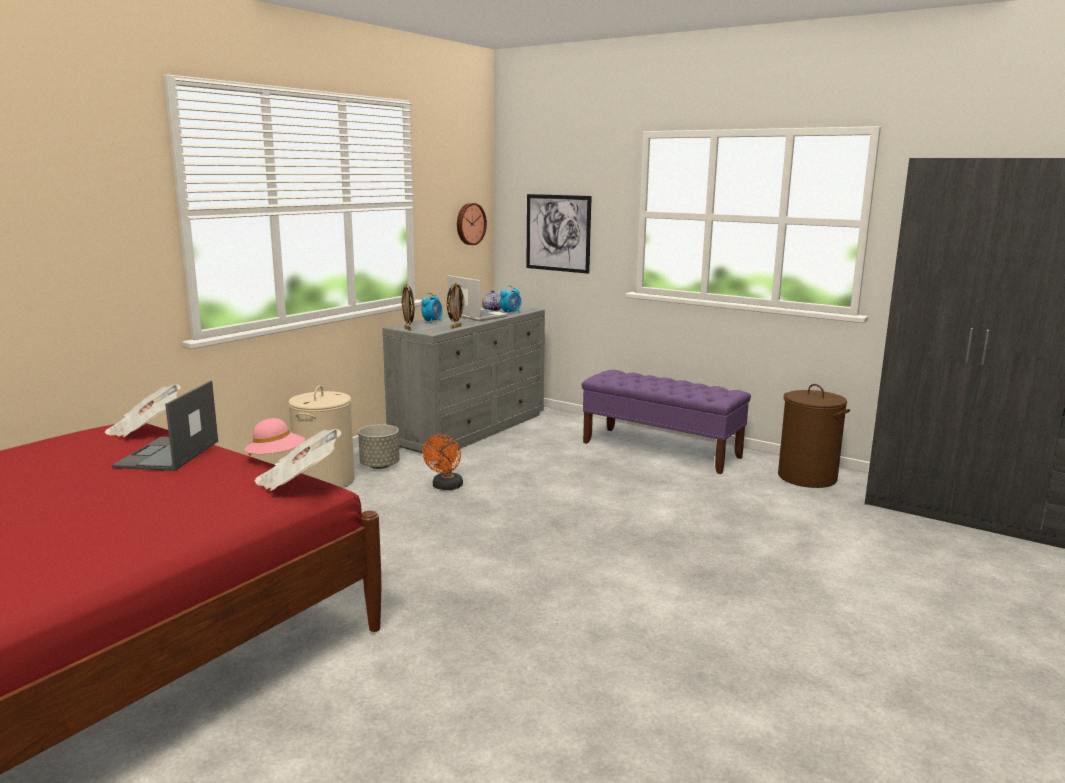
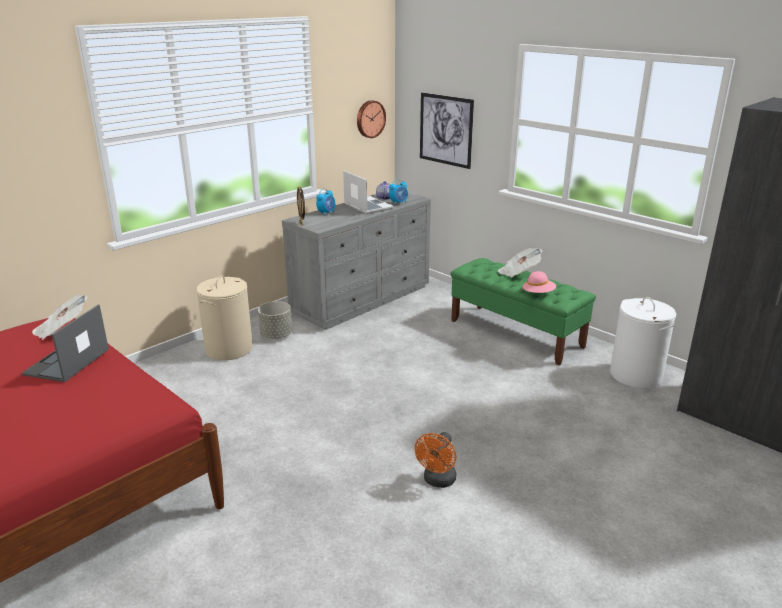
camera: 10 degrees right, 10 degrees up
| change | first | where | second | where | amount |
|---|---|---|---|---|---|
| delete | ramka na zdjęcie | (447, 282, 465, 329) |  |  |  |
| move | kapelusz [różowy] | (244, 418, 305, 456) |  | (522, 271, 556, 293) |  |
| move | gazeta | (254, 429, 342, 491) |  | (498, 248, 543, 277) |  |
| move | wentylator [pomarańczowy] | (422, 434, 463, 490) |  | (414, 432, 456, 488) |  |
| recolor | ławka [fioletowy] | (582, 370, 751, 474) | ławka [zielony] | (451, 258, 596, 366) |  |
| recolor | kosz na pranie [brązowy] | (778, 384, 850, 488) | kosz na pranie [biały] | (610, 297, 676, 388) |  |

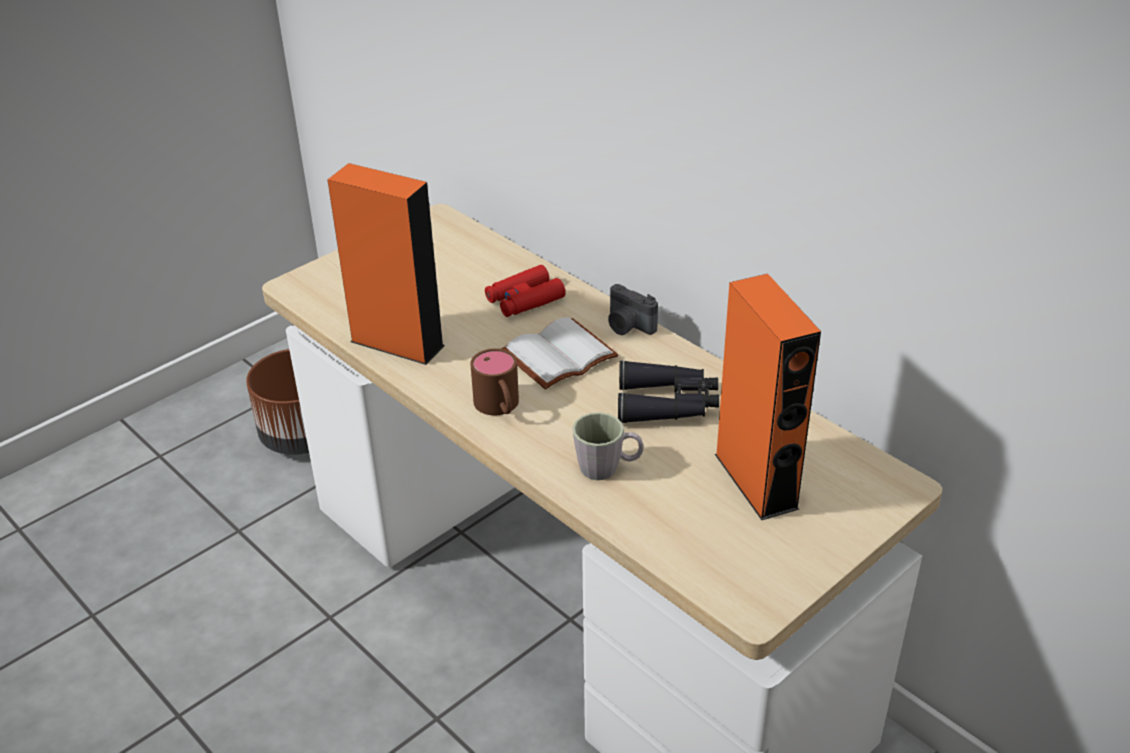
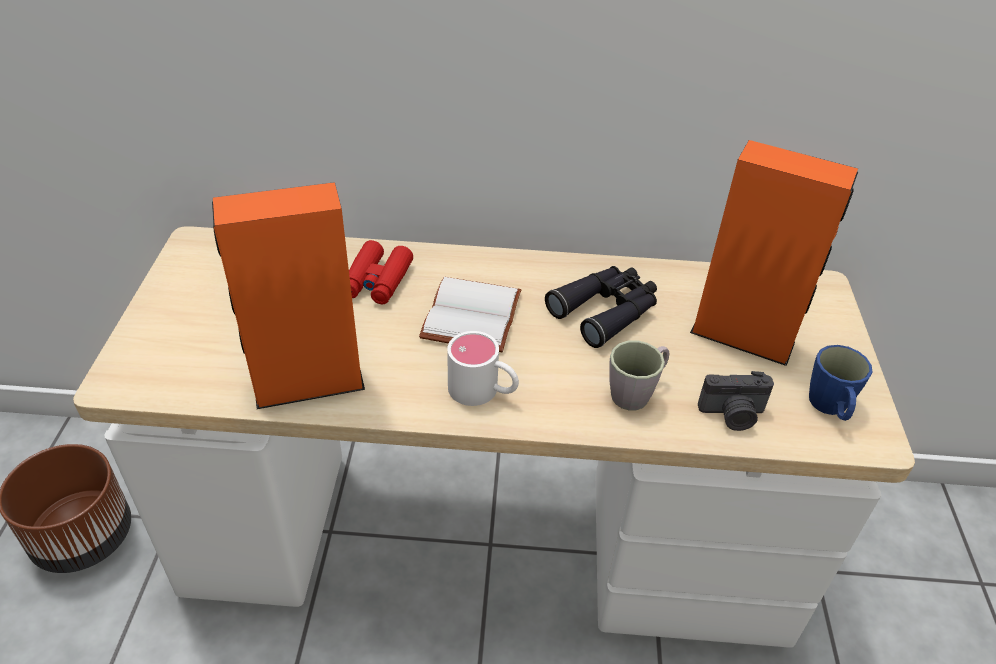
camera: 45 degrees left, 5 degrees up
| change | first | where | second | where | amount |
|---|---|---|---|---|---|
| insert |  |  | kubek [niebieski] | (809, 345, 872, 421) |  |
| move | aparat fotograficzny | (608, 284, 658, 335) |  | (698, 371, 774, 431) |  |
| recolor | kubek [brązowy] | (470, 348, 519, 415) | kubek [biały] | (447, 331, 519, 406) |  |

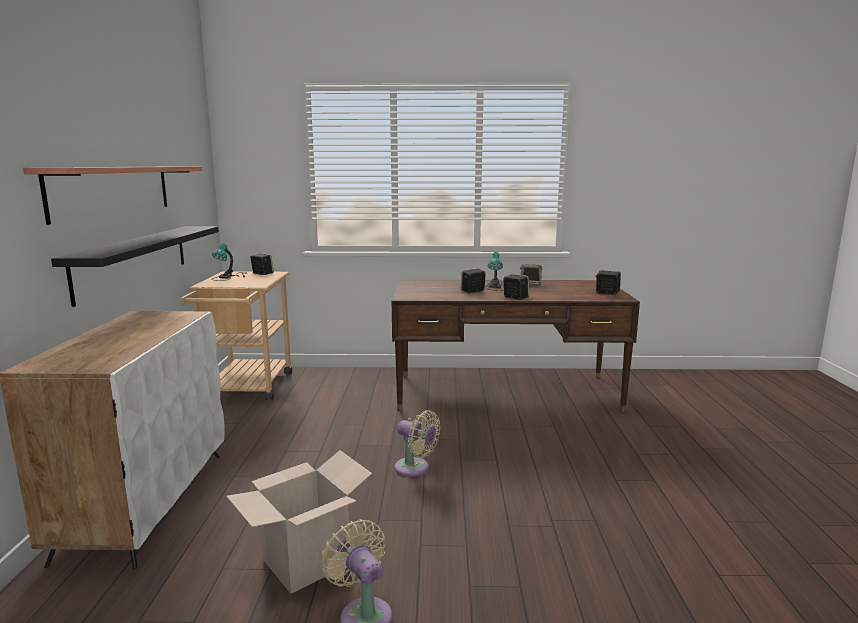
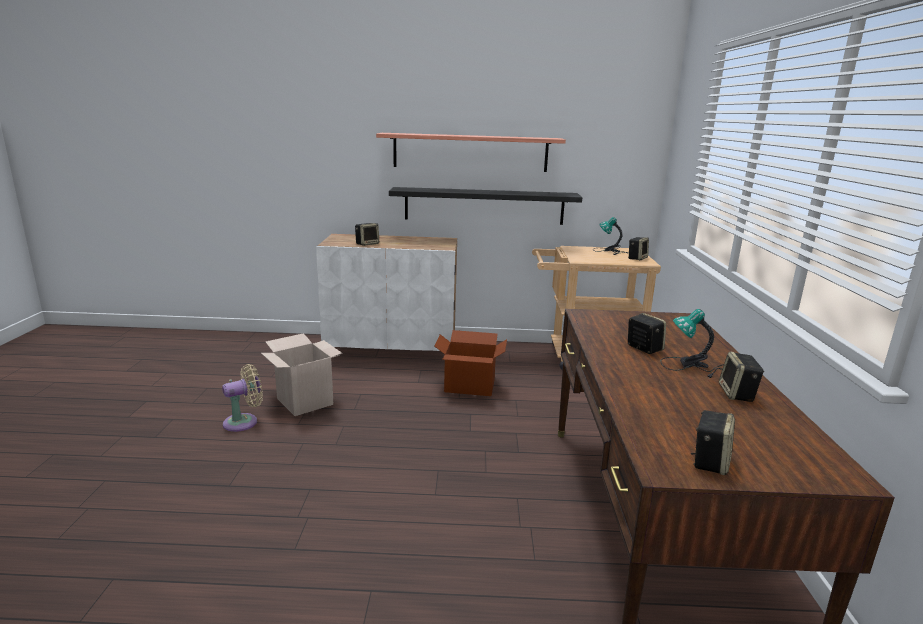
camera: 90 degrees right, 5 degrees up
| change | first | where | second | where | amount |
|---|---|---|---|---|---|
| delete | wentylator [beżowy] | (394, 410, 440, 477) |  |  |  |
| insert |  |  | karton | (435, 330, 507, 396) |  |
| move | głośnik | (504, 274, 529, 300) |  | (355, 223, 379, 246) |  |

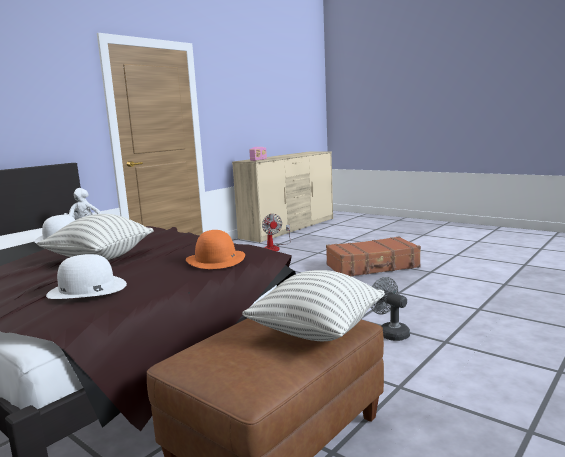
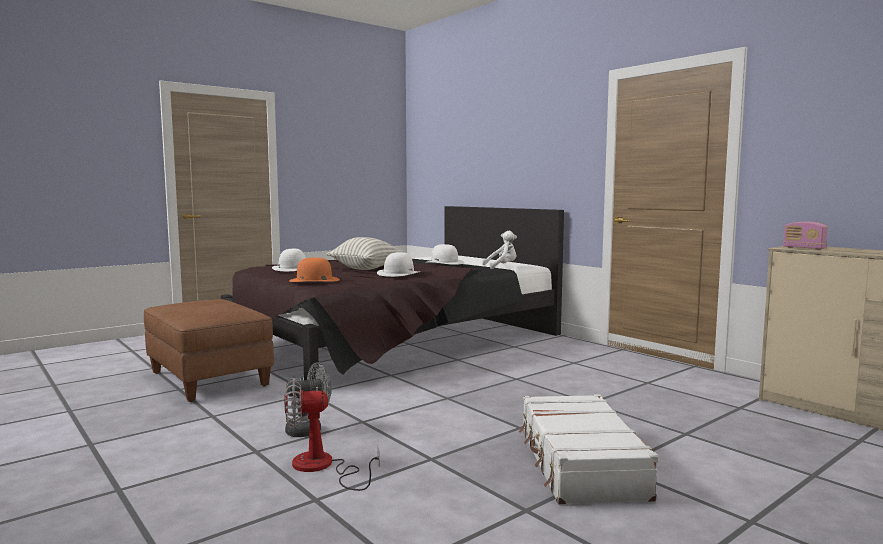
camera: 100 degrees right, 5 degrees down
| change | first | where | second | where | amount |
|---|---|---|---|---|---|
| delete | poduszka | (242, 270, 385, 341) |  |  |  |
| insert |  |  | kapelusz [biały] | (377, 252, 419, 277) |  |
| move | wentylator | (262, 214, 291, 251) |  | (285, 378, 379, 491) |  |
| recolor | walizka [brązowy] | (326, 237, 421, 277) | walizka [biały] | (519, 394, 659, 504) |  |

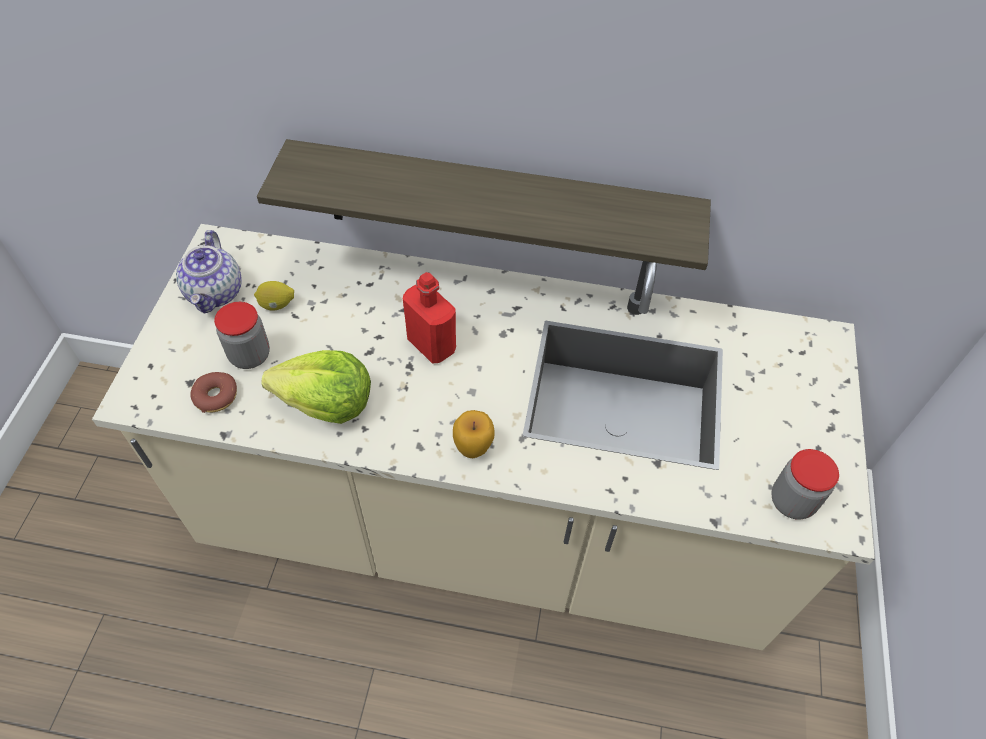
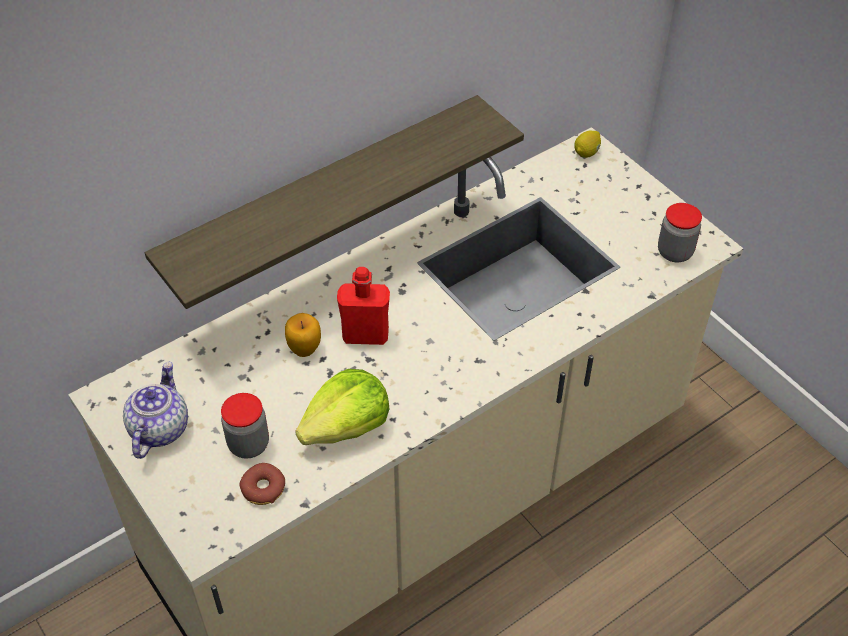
camera: 45 degrees left, 5 degrees down
| change | first | where | second | where | amount |
|---|---|---|---|---|---|
| move | cytryna | (254, 281, 294, 311) |  | (574, 130, 601, 158) |  |
| move | jabłko | (453, 410, 495, 458) |  | (285, 313, 321, 357) |  |
| rotate | imbryk | (176, 230, 242, 313) |  | (123, 362, 188, 459) | 120 degrees counterclockwise |

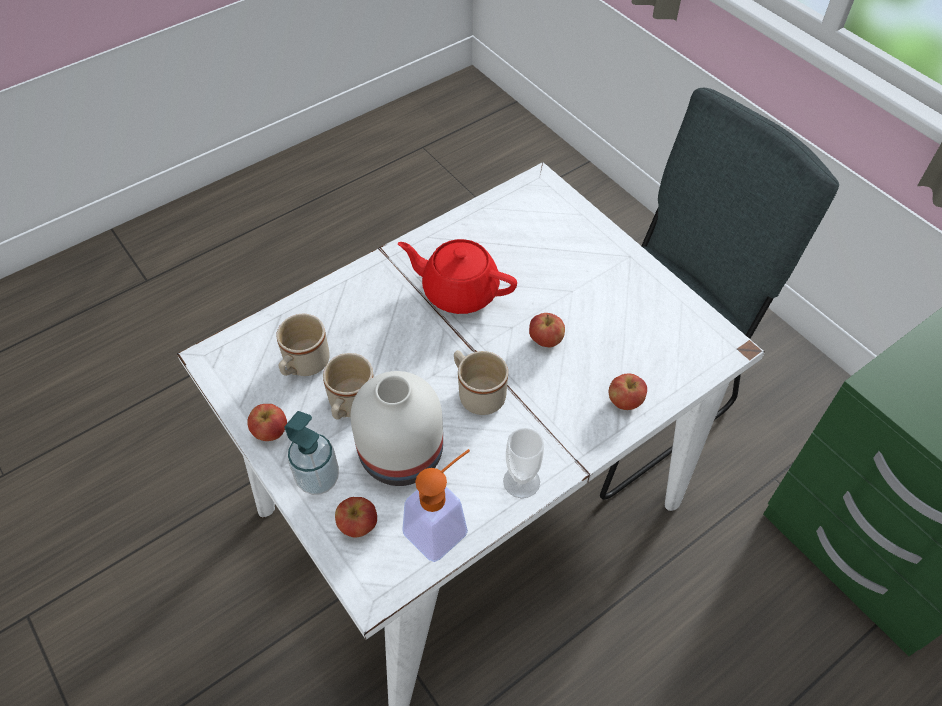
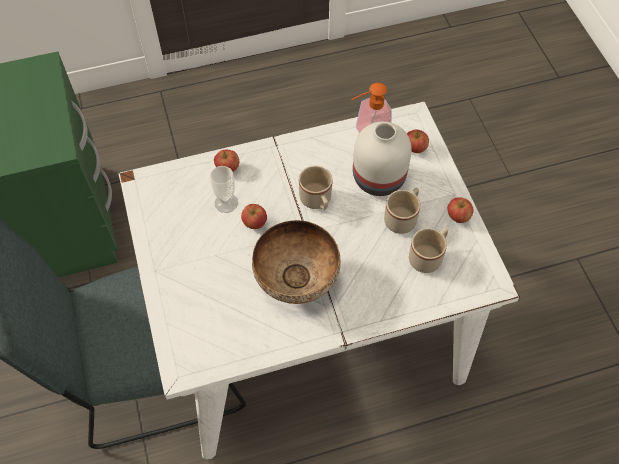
camera: 160 degrees left, 5 degrees up
| change | first | where | second | where | amount |
|---|---|---|---|---|---|
| delete | dozownik mydła | (285, 411, 339, 495) |  |  |  |
| move | filiżanka | (503, 428, 544, 499) |  | (210, 166, 238, 213) |  |
| replace | imbryk [czerwony] | (398, 239, 517, 314) | miska | (252, 220, 341, 304) |  |

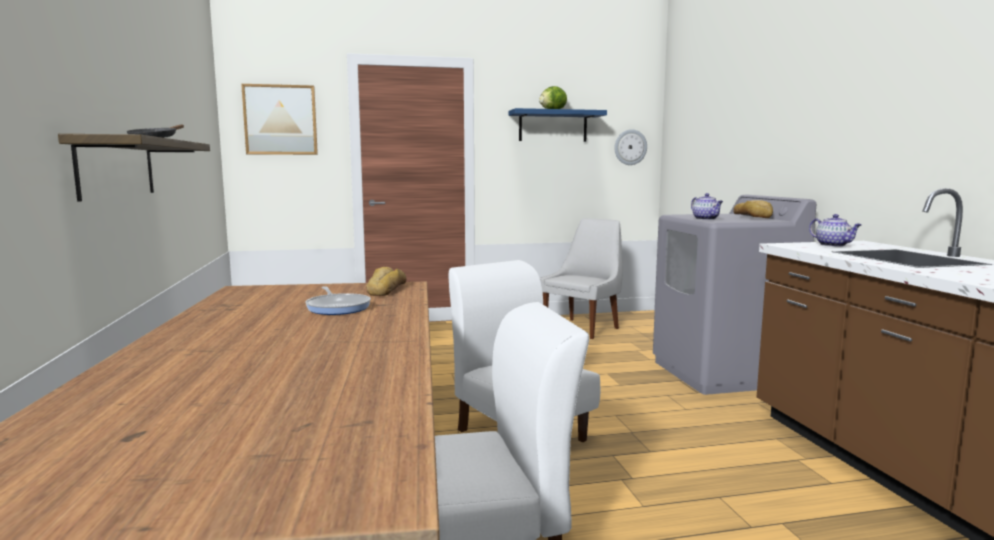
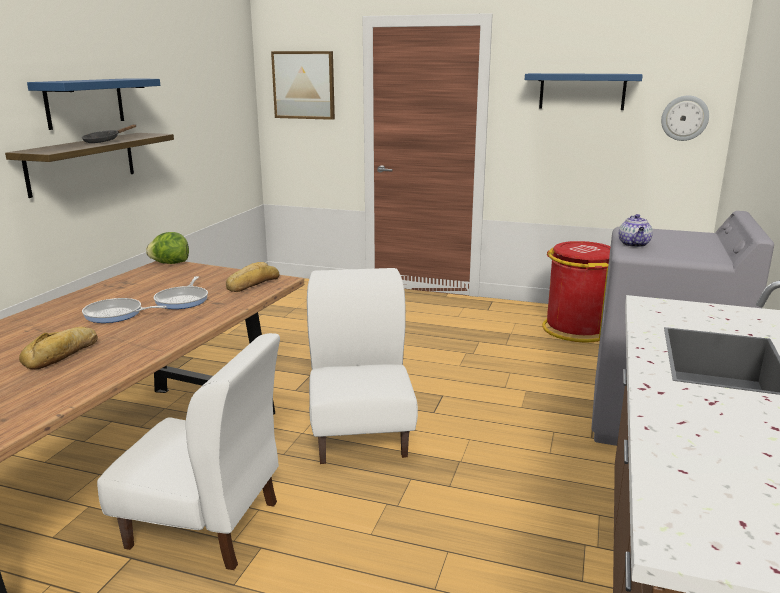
camera: 30 degrees right, 10 degrees up
| change | first | where | second | where | amount |
|---|---|---|---|---|---|
| delete | imbryk | (809, 214, 862, 247) |  |  |  |
| insert |  |  | półka [niebieski] | (27, 78, 160, 130) |  |
| insert |  |  | patelnia | (82, 298, 167, 323) |  |
| move | sałata | (539, 86, 567, 109) |  | (146, 232, 189, 264) |  |
| move | chleb | (733, 200, 773, 218) |  | (19, 327, 98, 370) |  |
| replace | krzesło [biały] | (540, 218, 622, 339) | kosz na śmieci [czerwony] | (542, 241, 611, 343) |  |

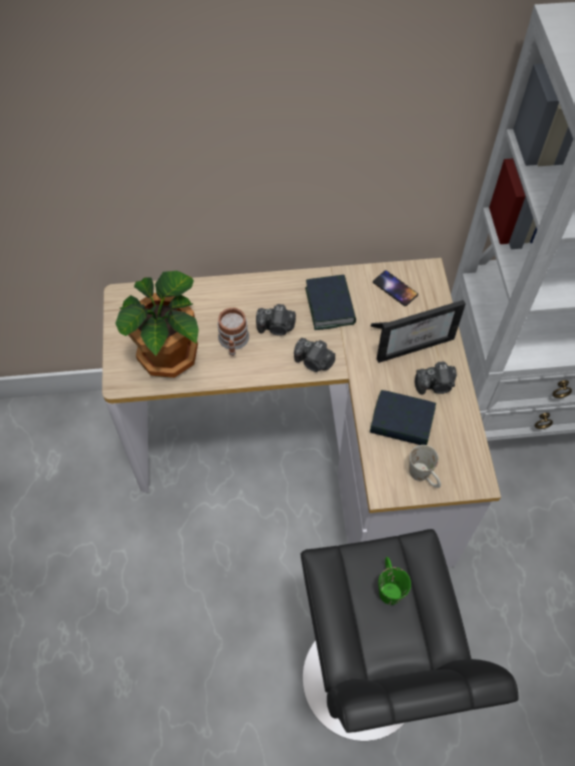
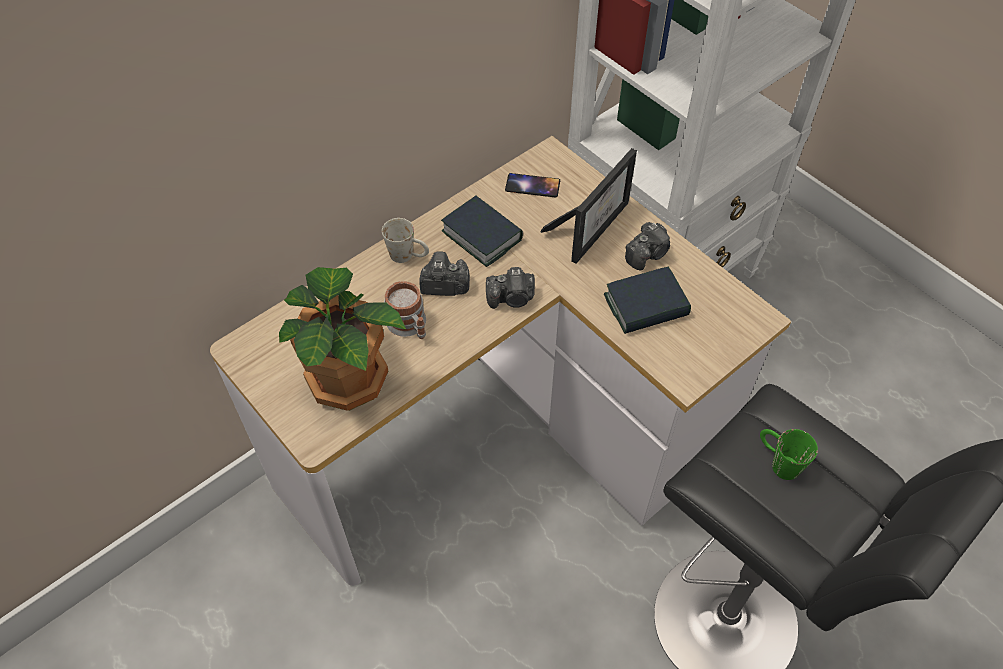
camera: 35 degrees left, 5 degrees down
| change | first | where | second | where | amount |
|---|---|---|---|---|---|
| move | kubek [biały] | (409, 445, 441, 488) |  | (382, 218, 429, 263) |  |
| rotate | aparat fotograficzny | (256, 304, 296, 336) |  | (419, 251, 470, 296) | 150 degrees counterclockwise |

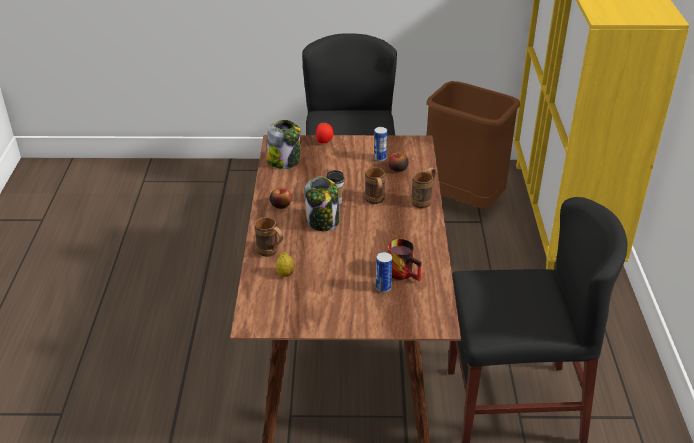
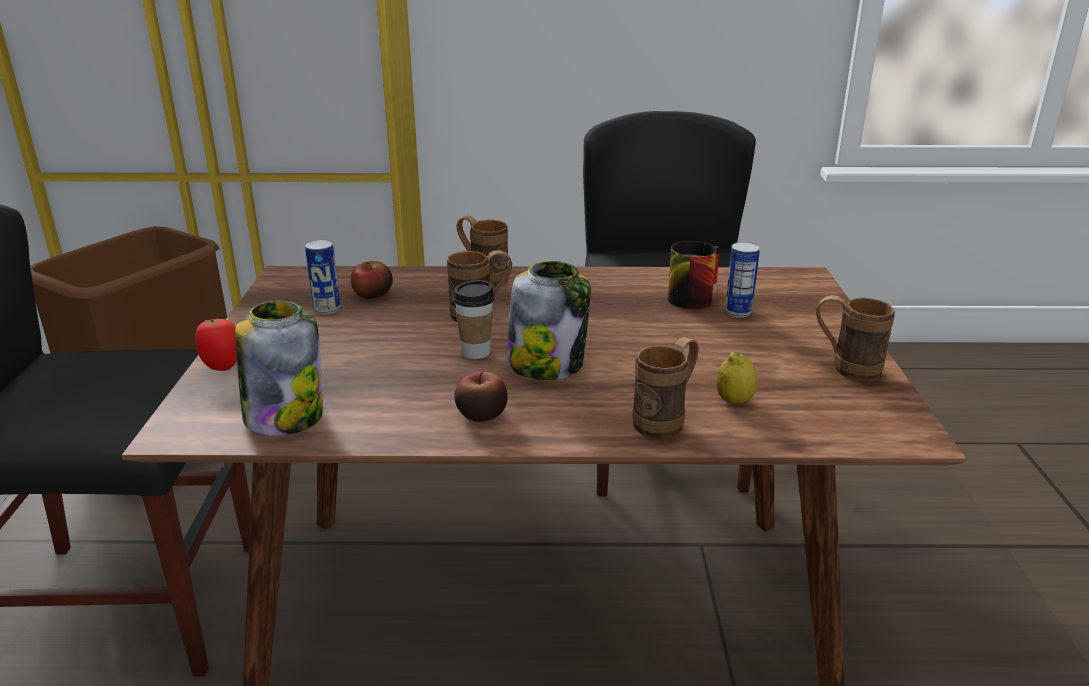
camera: 90 degrees left, 10 degrees down
| change | first | where | second | where | amount |
|---|---|---|---|---|---|
| insert |  |  | kubek [brązowy] | (816, 295, 895, 381) |  |

